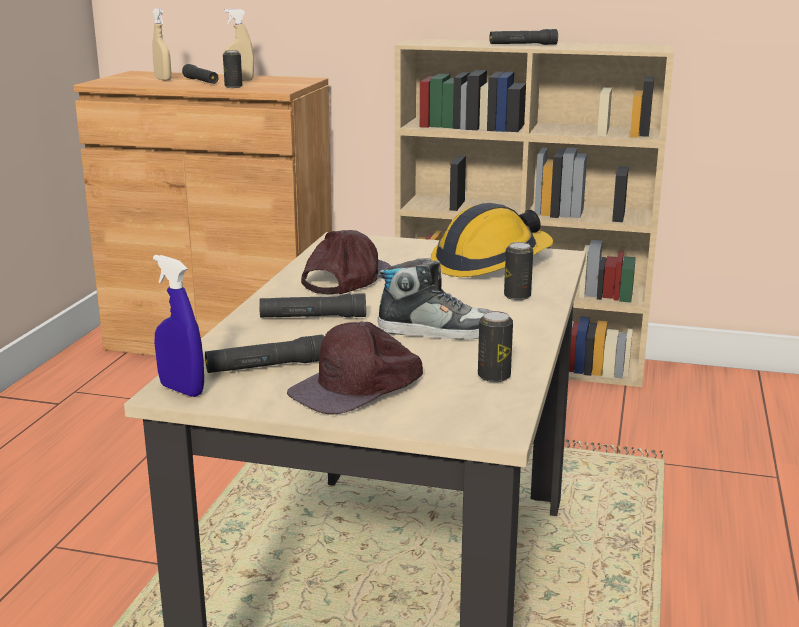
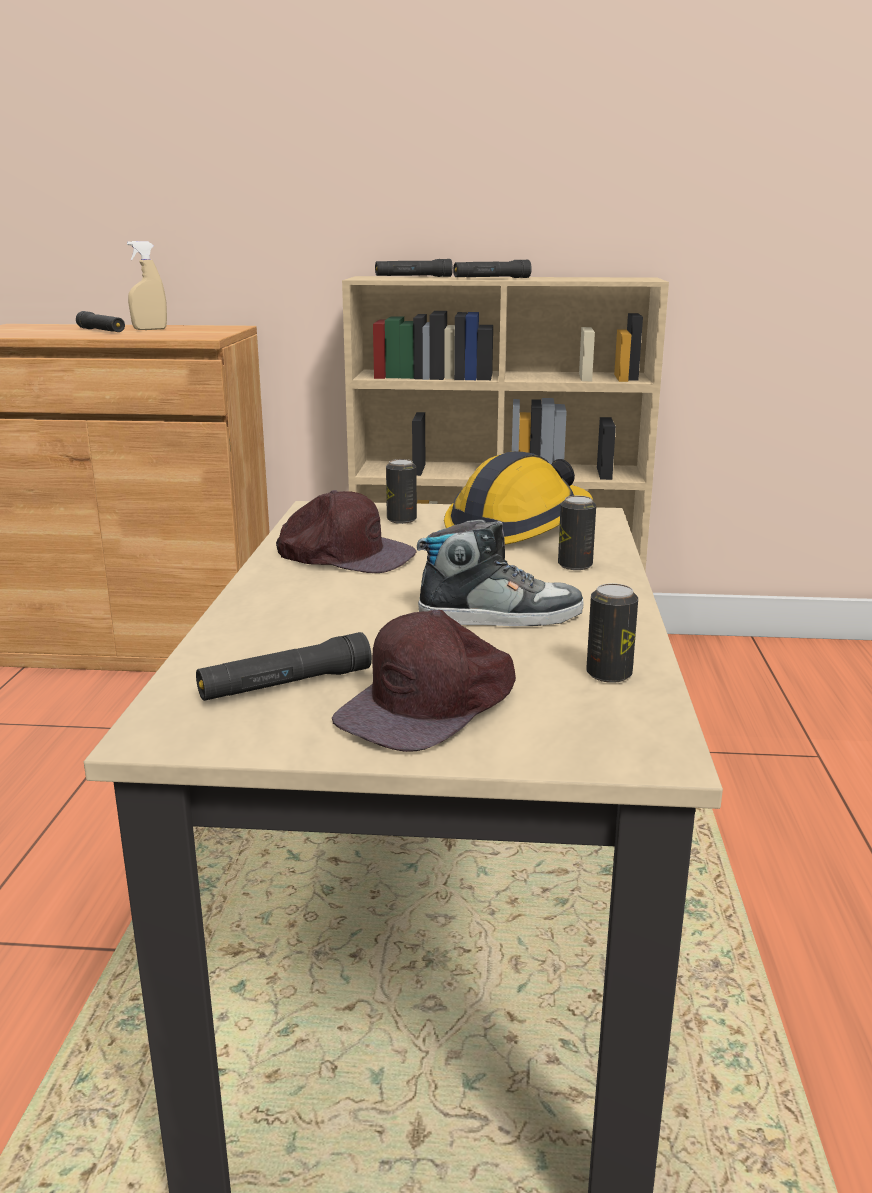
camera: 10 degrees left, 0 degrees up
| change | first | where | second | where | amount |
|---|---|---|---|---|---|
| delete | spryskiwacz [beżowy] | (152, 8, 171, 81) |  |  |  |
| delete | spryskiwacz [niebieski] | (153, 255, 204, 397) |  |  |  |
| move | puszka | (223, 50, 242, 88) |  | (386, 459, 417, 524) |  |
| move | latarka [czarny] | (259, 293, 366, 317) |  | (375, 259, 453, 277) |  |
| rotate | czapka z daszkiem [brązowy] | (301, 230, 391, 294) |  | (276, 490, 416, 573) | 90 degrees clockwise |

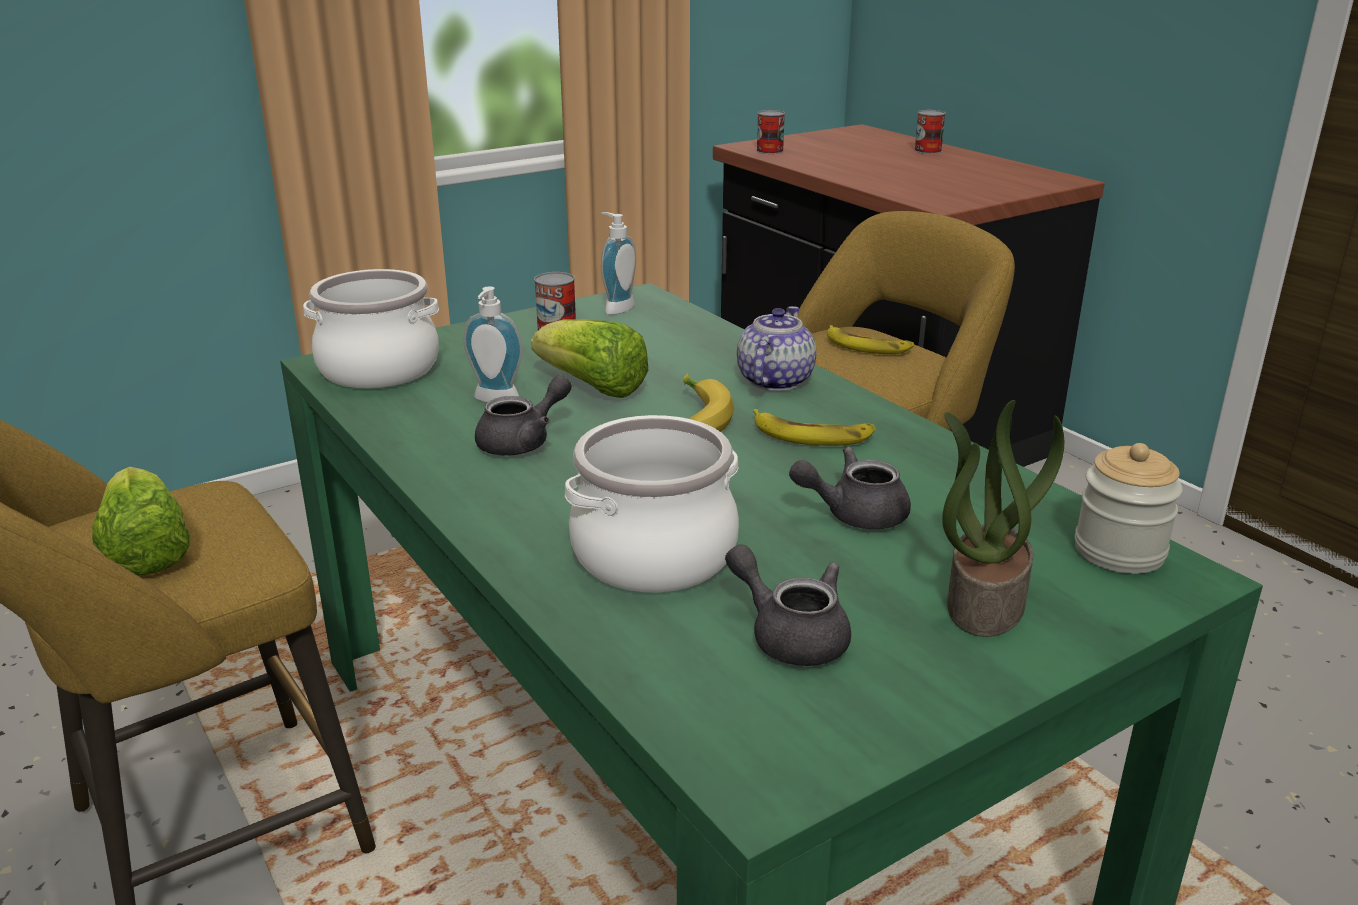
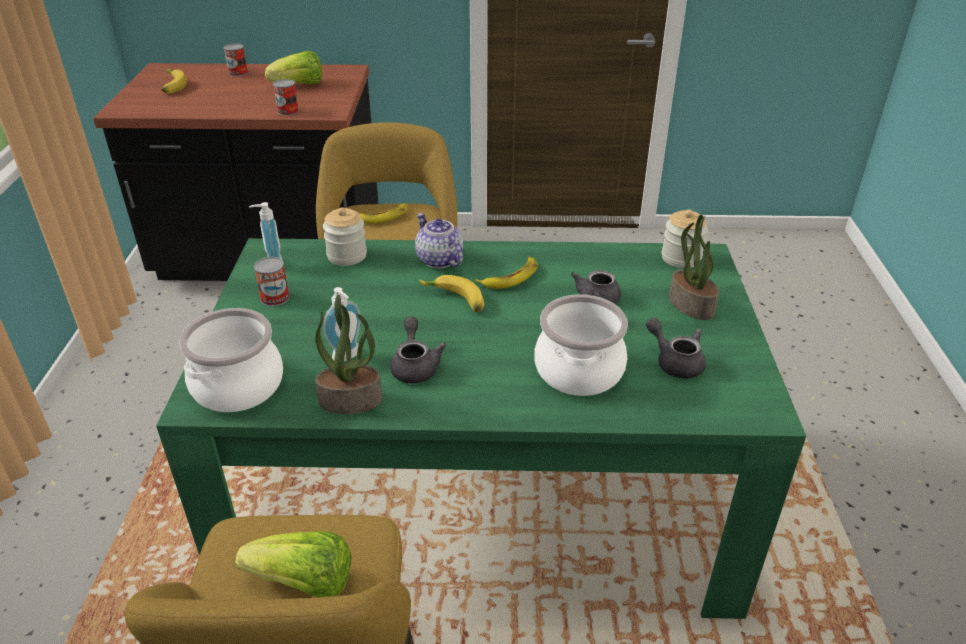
camera: 55 degrees left, 10 degrees up
| change | first | where | second | where | amount |
|---|---|---|---|---|---|
| insert |  |  | banan | (161, 68, 187, 94) |  |
| insert |  |  | roślina doniczkowa | (315, 294, 383, 414) |  |
| insert |  |  | słoik | (323, 207, 367, 266) |  |
| move | sałata | (531, 319, 648, 398) |  | (265, 51, 322, 84) |  |
| move | puszka | (756, 110, 785, 154) |  | (273, 79, 299, 116) |  |
| rotate | imbryk [szary] | (725, 544, 851, 666) |  | (646, 318, 706, 379) | 60 degrees clockwise |

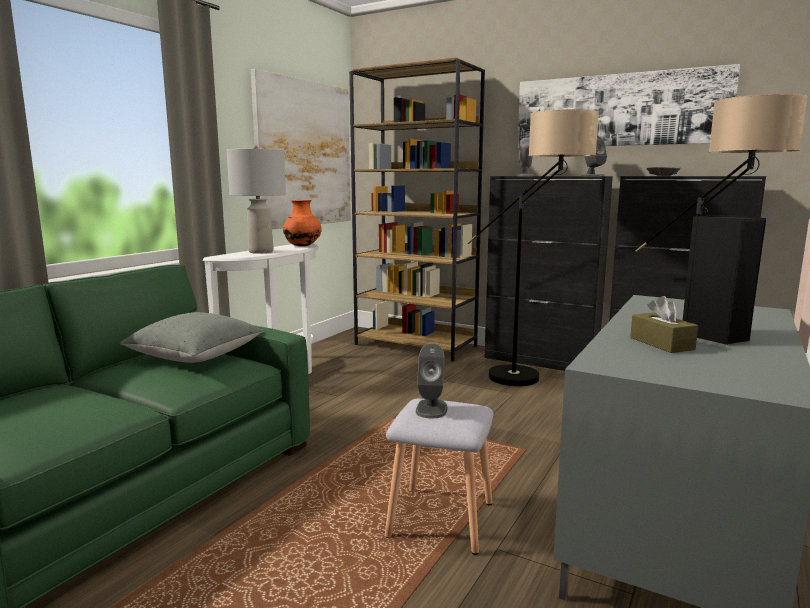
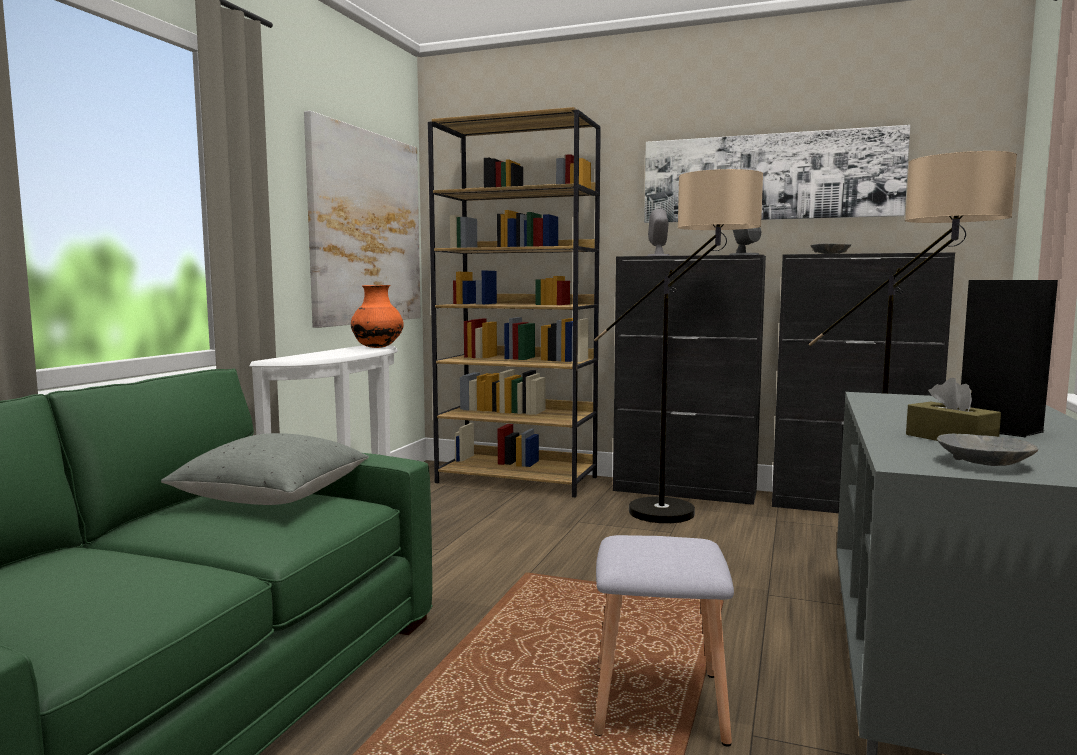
camera: 10 degrees left, 5 degrees down
| change | first | where | second | where | amount |
|---|---|---|---|---|---|
| delete | lampa stołowa [szary] | (227, 145, 286, 254) |  |  |  |
| delete | głośnik [szary] | (416, 343, 448, 418) |  |  |  |
| insert |  |  | miska [szary] | (937, 434, 1038, 466) |  |

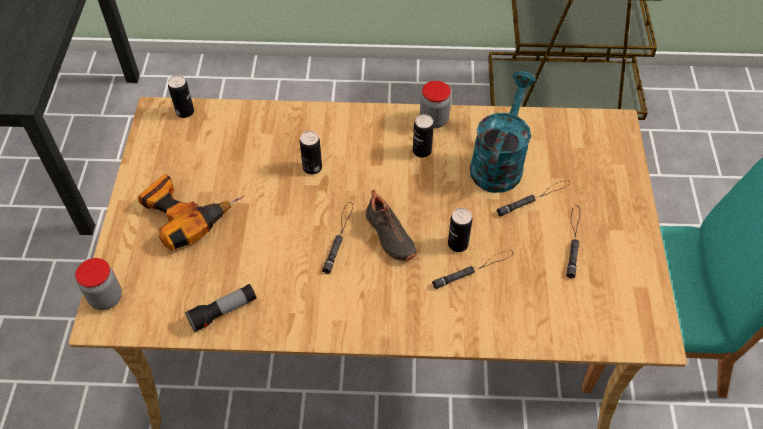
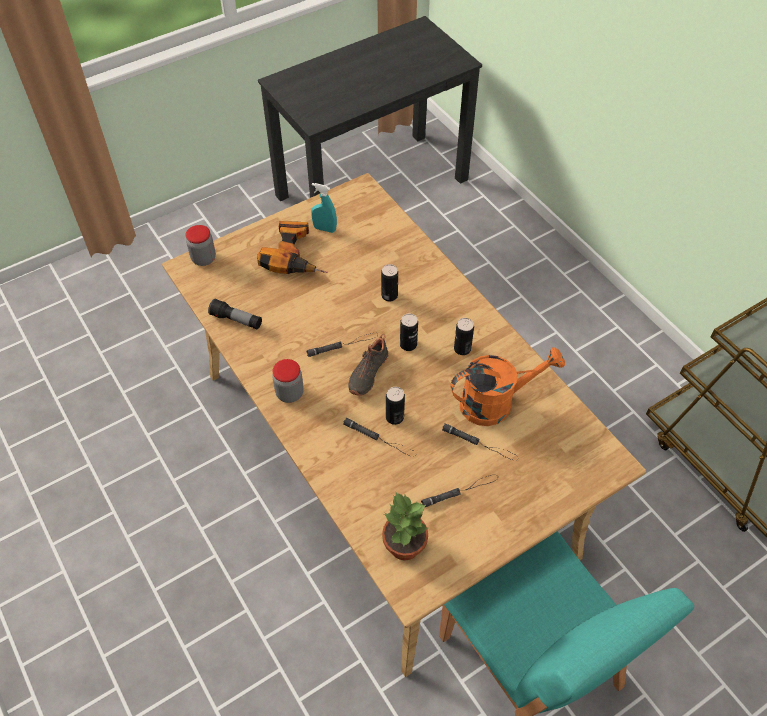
camera: 55 degrees right, 0 degrees up
| change | first | where | second | where | amount |
|---|---|---|---|---|---|
| insert |  |  | spryskiwacz [turkusowy] | (311, 183, 337, 233) |  |
| insert |  |  | roślina doniczkowa | (382, 492, 428, 561) |  |
| move | puszka | (168, 75, 194, 118) |  | (400, 314, 418, 351) |  |
| move | słoik | (420, 81, 451, 128) |  | (272, 359, 304, 403) |  |
| recolor | konewka [turkusowy] | (470, 71, 536, 193) | konewka [pomarańczowy] | (450, 347, 565, 426) |  |

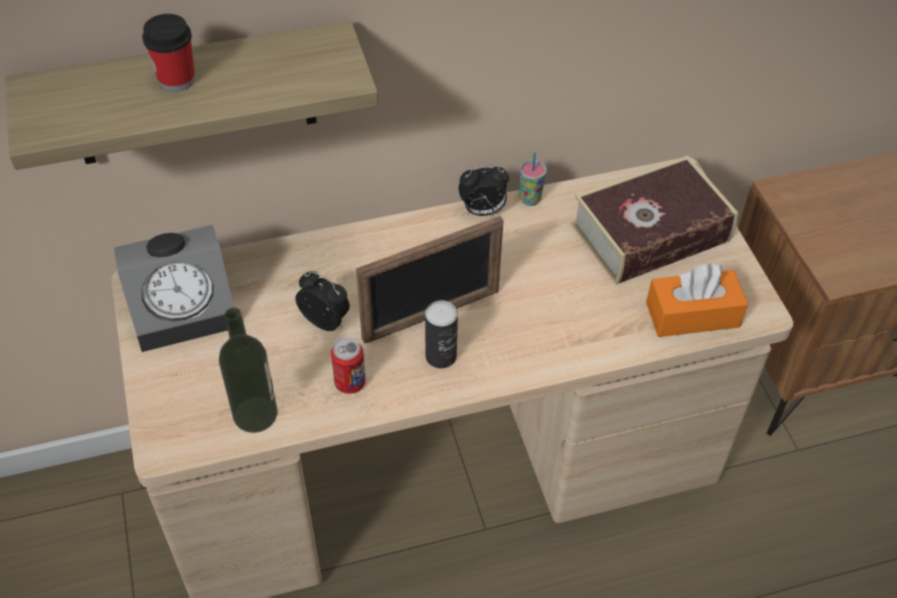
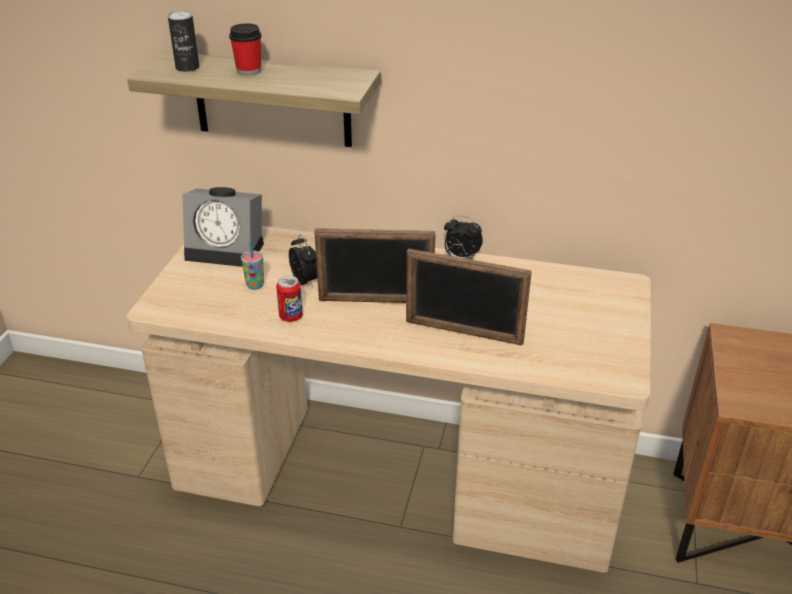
camera: 30 degrees right, 15 degrees down
| change | first | where | second | where | amount |
|---|---|---|---|---|---|
| delete | butelka | (219, 308, 278, 433) |  |  |  |
| delete | książka | (571, 155, 738, 285) |  |  |  |
| delete | pudełko chusteczek [pomarańczowy] | (646, 263, 748, 337) |  |  |  |
| insert |  |  | ramka na zdjęcie | (406, 248, 532, 346) |  |
| move | puszka | (425, 300, 458, 368) |  | (168, 10, 199, 72) |  |
| move | filiżanka | (520, 152, 547, 206) |  | (241, 241, 264, 290) |  |

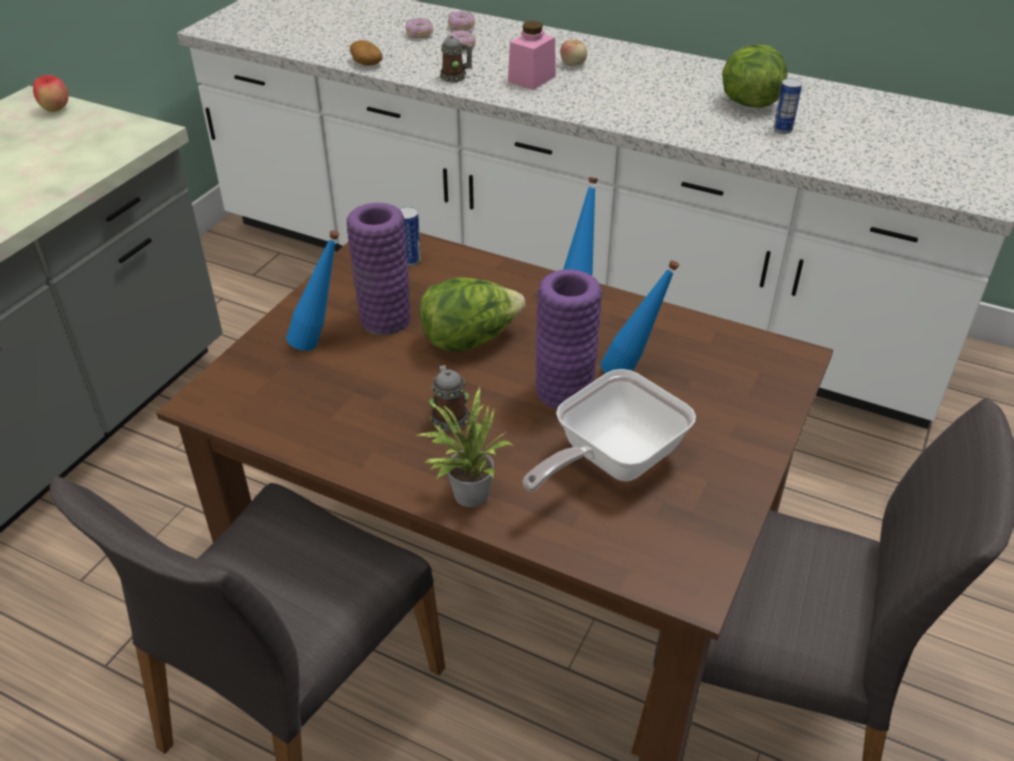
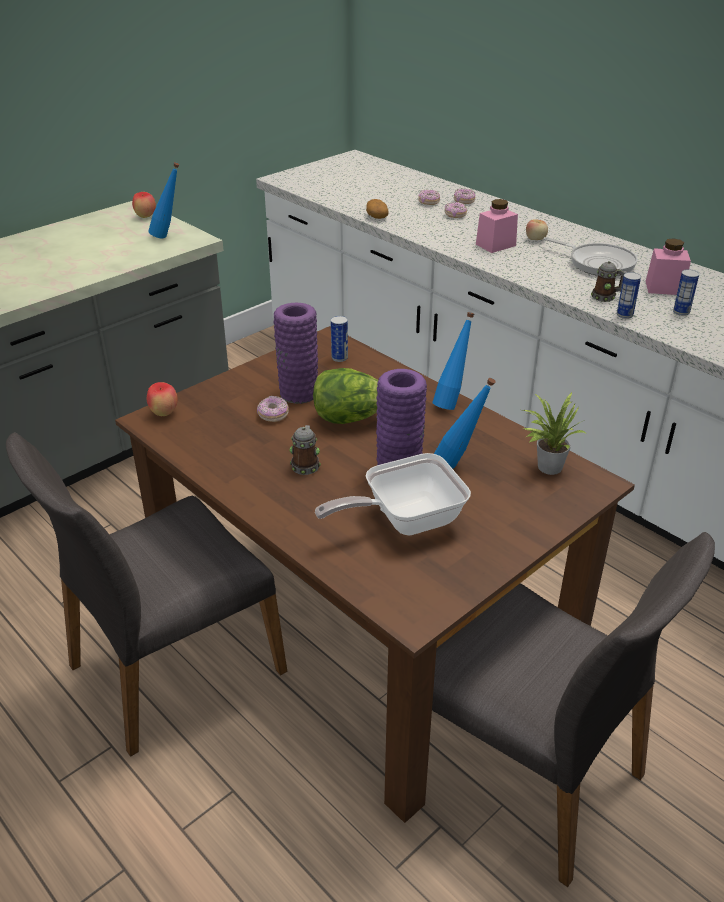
camera: 20 degrees right, 5 degrees down
| change | first | where | second | where | amount |
|---|---|---|---|---|---|
| insert |  |  | jabłko | (147, 382, 178, 416) |  |
| insert |  |  | donut | (257, 396, 289, 422) |  |
| insert |  |  | patelnia | (544, 237, 638, 276) |  |
| insert |  |  | puszka | (617, 272, 641, 319) |  |
| move | butelka [niebieski] | (286, 230, 340, 351) |  | (148, 162, 180, 238) |  |
| move | roślina doniczkowa | (415, 387, 512, 507) |  | (523, 392, 585, 475) |  |
| move | kubek | (440, 35, 473, 82) |  | (591, 261, 627, 302) |  |
| replace | sałata | (722, 44, 788, 108) | słoik [różowy] | (646, 238, 691, 295) |  |

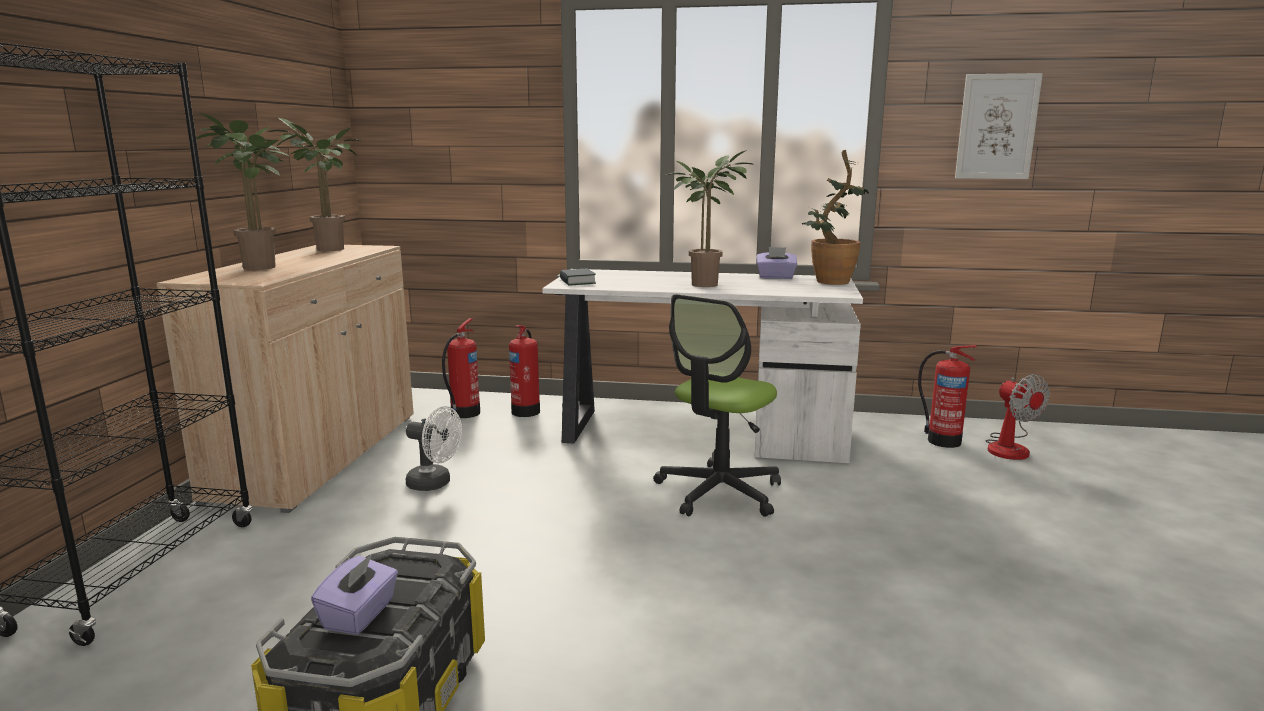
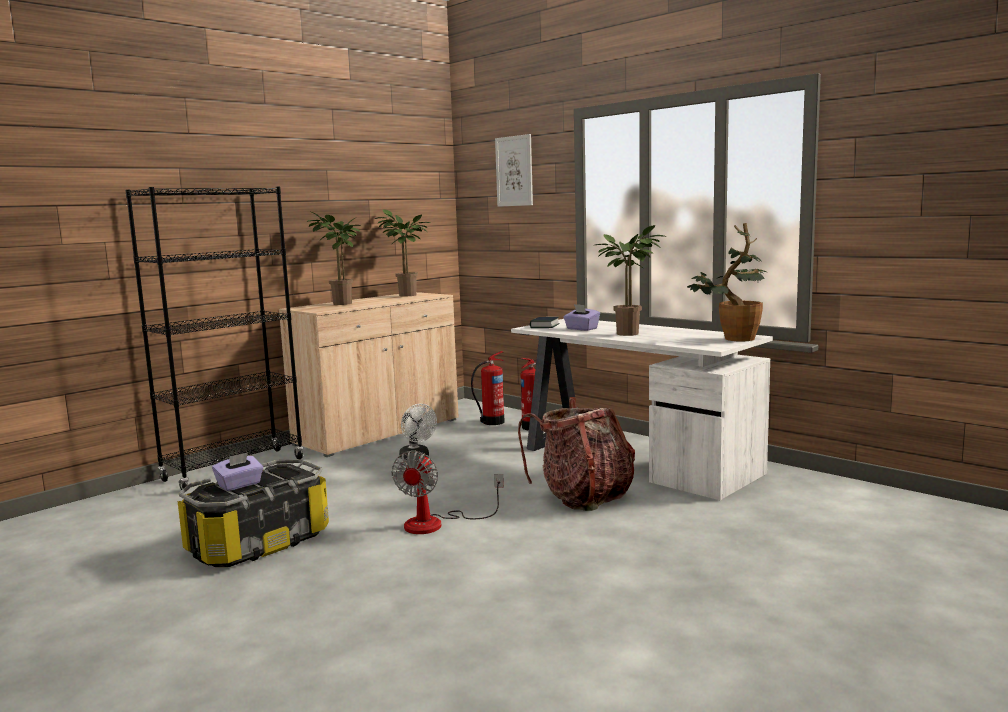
camera: 35 degrees right, 5 degrees down
| change | first | where | second | where | amount |
|---|---|---|---|---|---|
| delete | gaśnica | (918, 345, 977, 448) |  |  |  |
| move | pudełko chusteczek [fioletowy] | (757, 247, 797, 279) |  | (563, 304, 600, 331) |  |
| move | obraz | (955, 73, 1043, 179) |  | (495, 134, 533, 207) |  |
| move | wentylator | (986, 374, 1050, 460) |  | (392, 450, 504, 534) |  |
| replace | krzesło biurowe | (653, 294, 781, 517) | plecak | (518, 397, 635, 511) |  |

